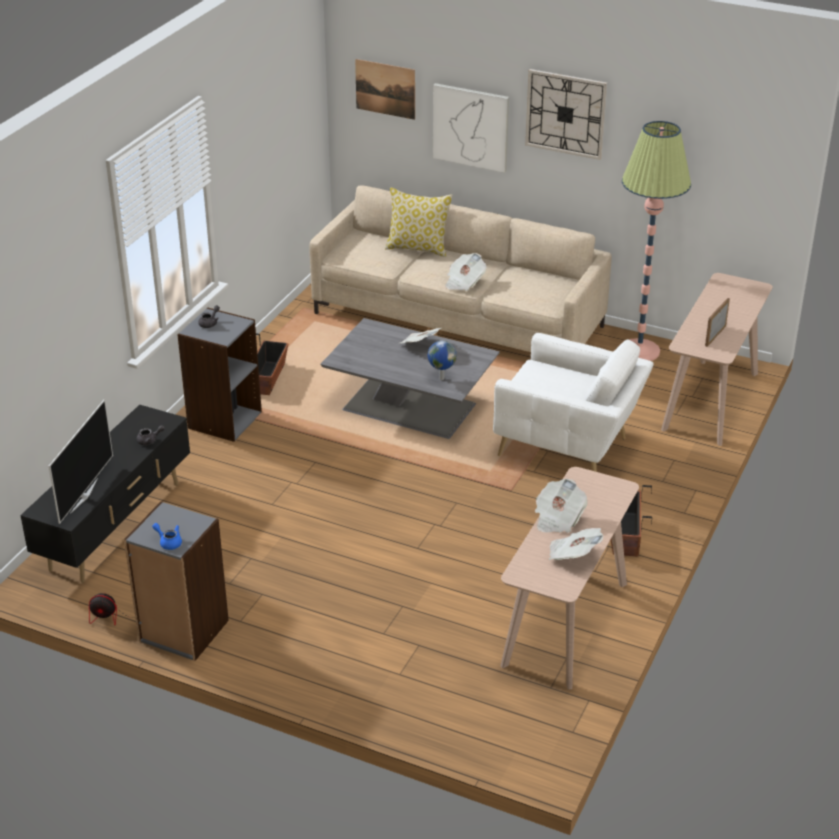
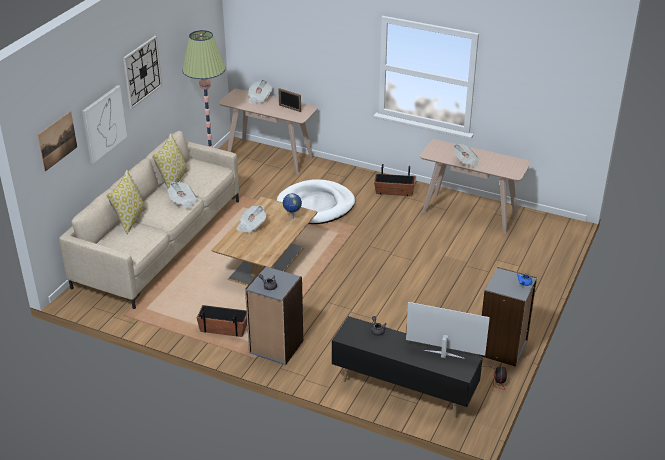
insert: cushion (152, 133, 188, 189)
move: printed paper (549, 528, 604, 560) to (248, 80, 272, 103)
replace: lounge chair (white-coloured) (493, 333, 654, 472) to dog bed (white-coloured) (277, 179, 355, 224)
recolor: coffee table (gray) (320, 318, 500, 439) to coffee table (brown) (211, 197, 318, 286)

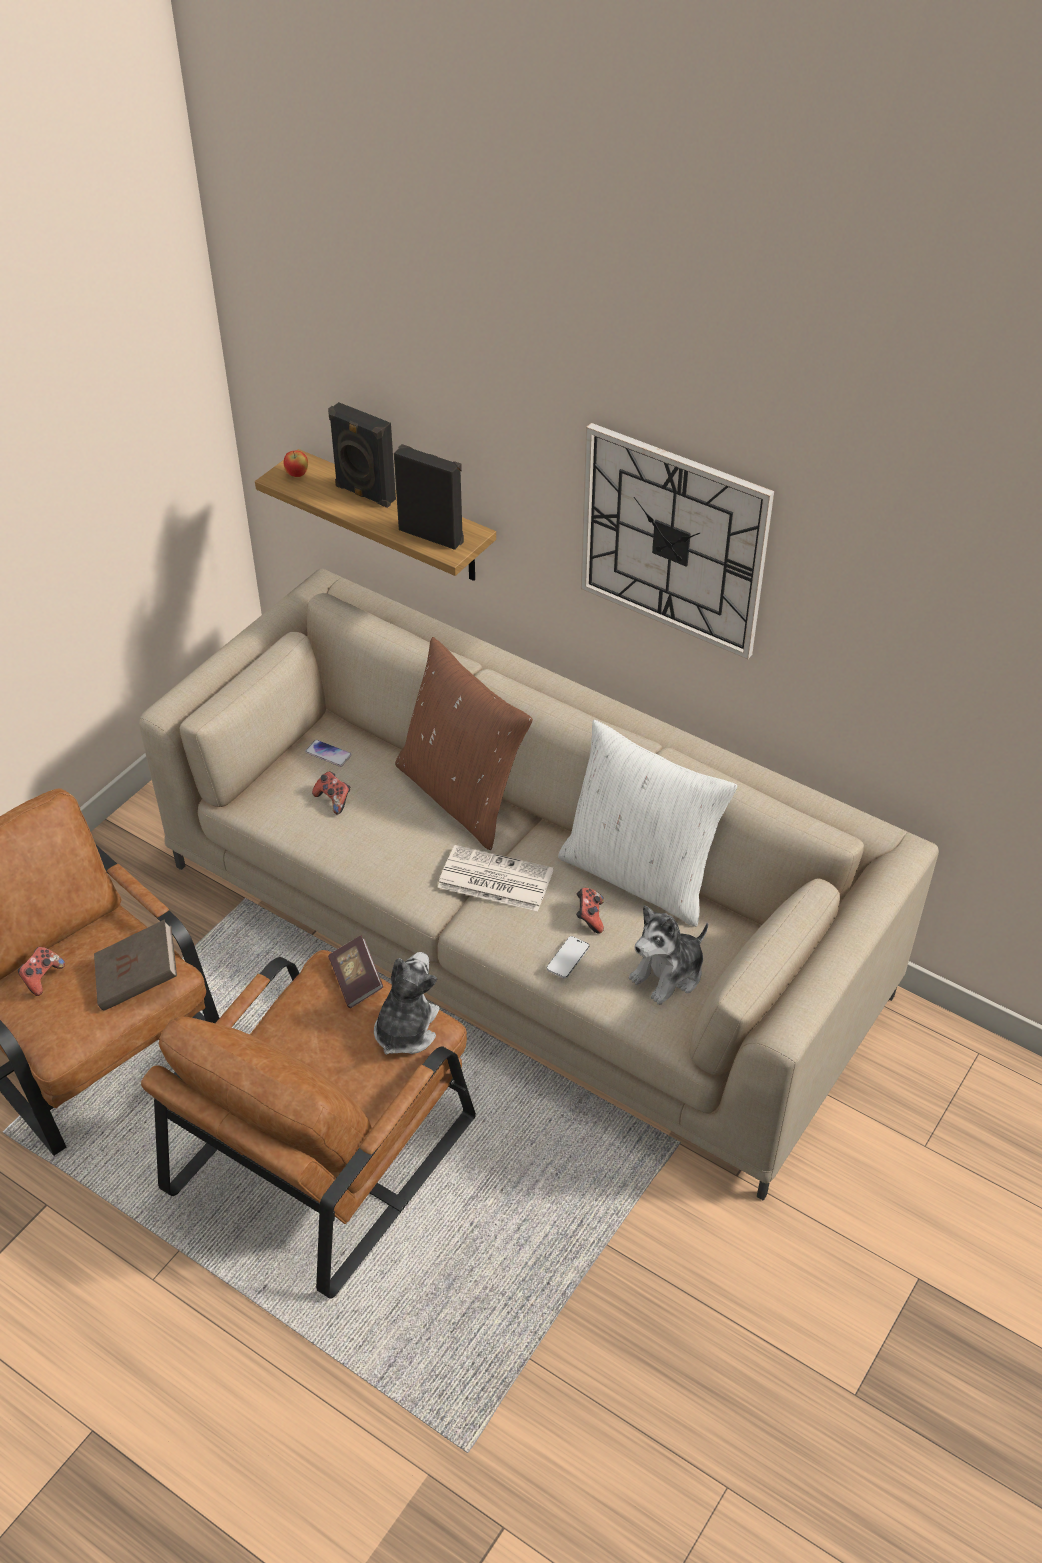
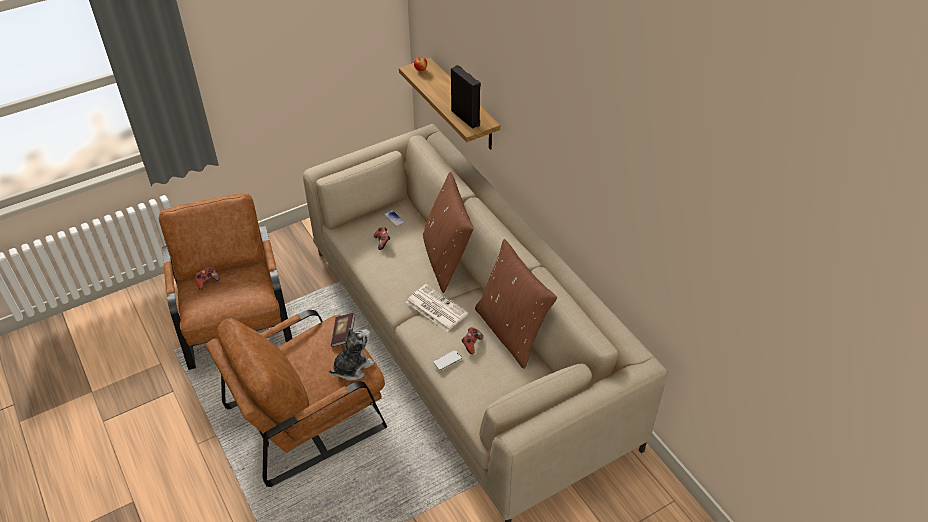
delete: volume (brown) (94, 920, 177, 1011); audio speaker (black) (328, 402, 396, 508); wall clock (581, 423, 774, 659); plush toy (629, 905, 708, 1005)
recolor: cushion (white-coloured) (558, 720, 738, 927) to cushion (brown) (475, 239, 557, 369)

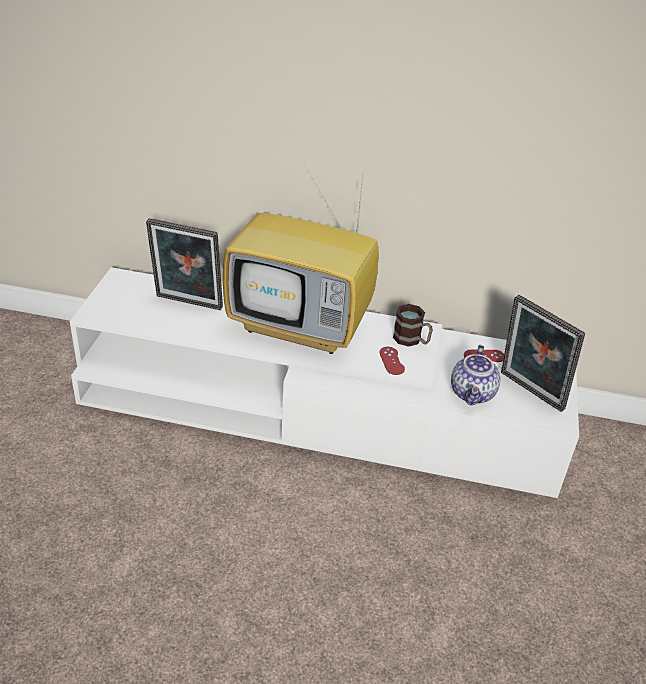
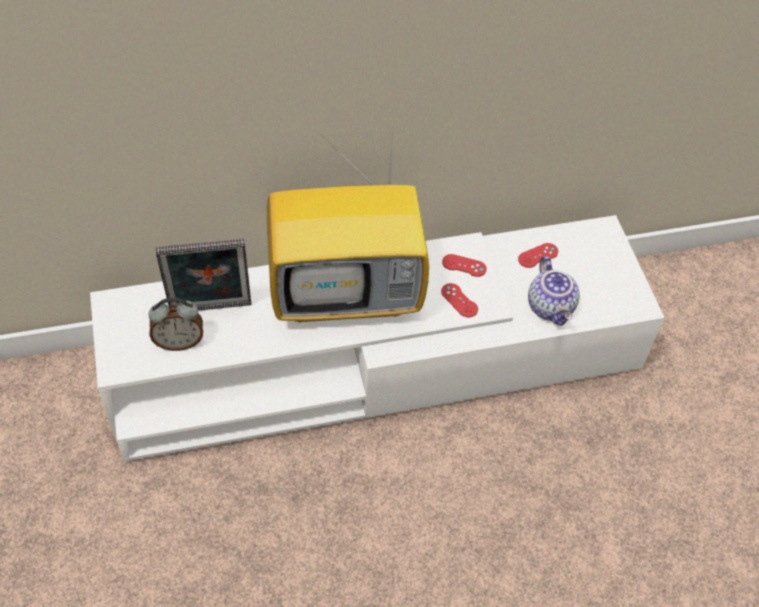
delete: photo frame (501, 295, 585, 412)
insert: alarm clock (149, 297, 203, 351)
replace: tea mug (393, 304, 433, 347) to joypad (reddish) (442, 254, 487, 277)

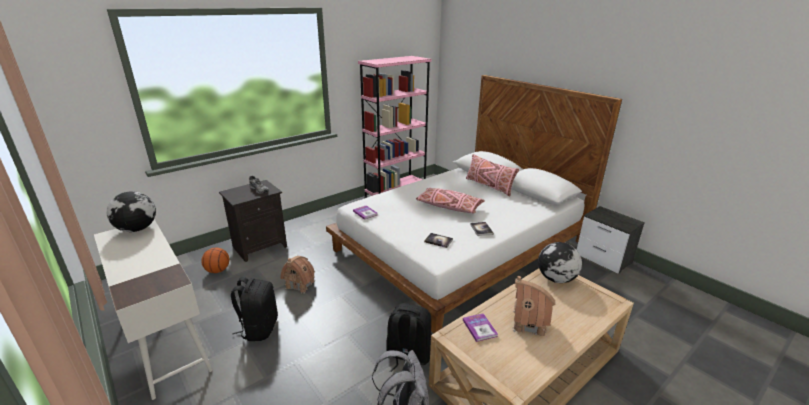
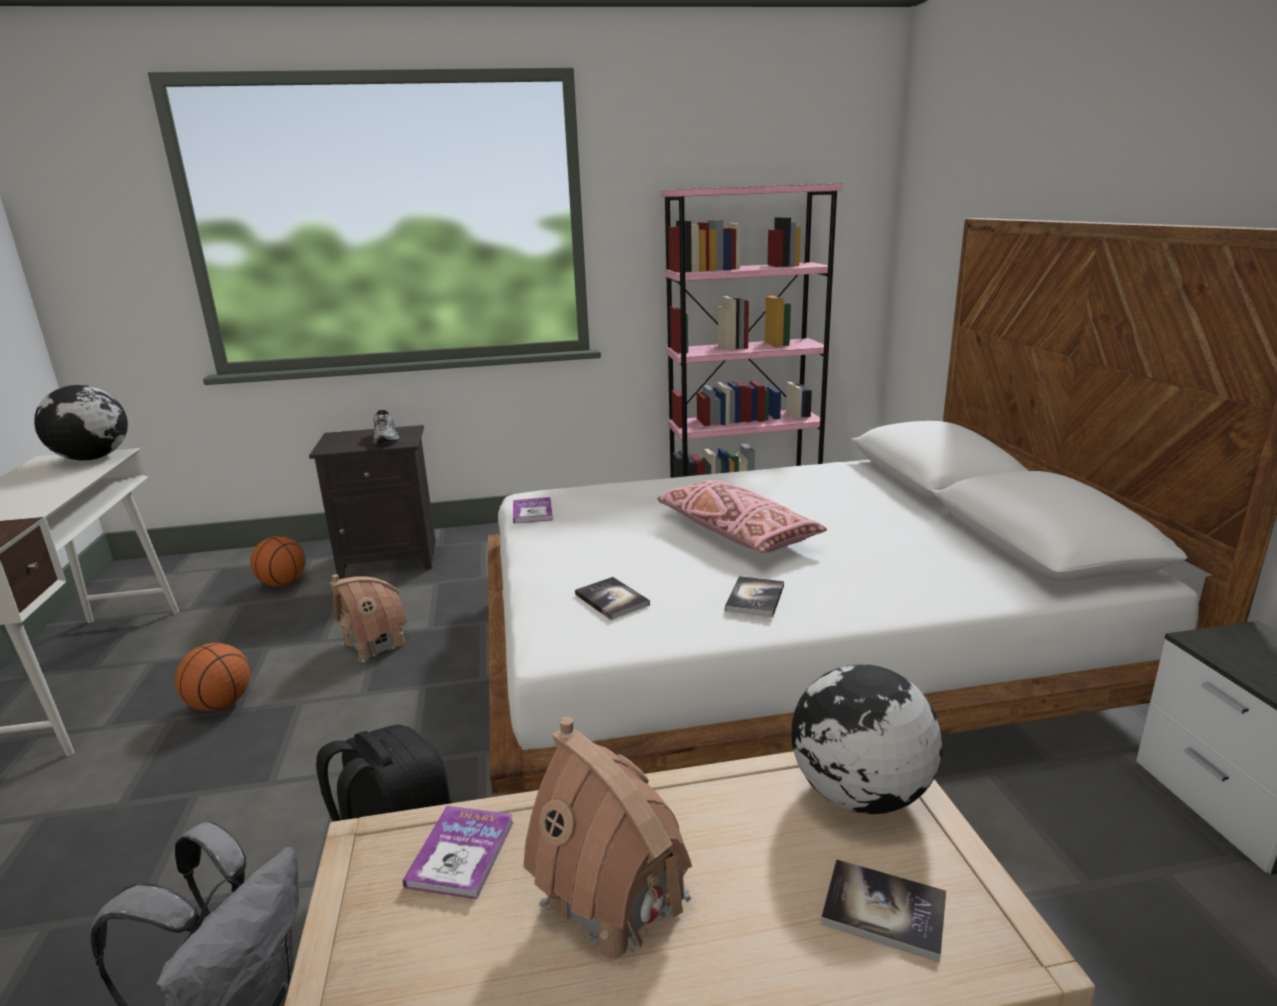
delete: cushion (pink-coloured) (466, 154, 519, 196)
insert: volume (821, 859, 946, 962)
replace: rucksack (black) (231, 277, 278, 341) to basketball (175, 643, 251, 711)

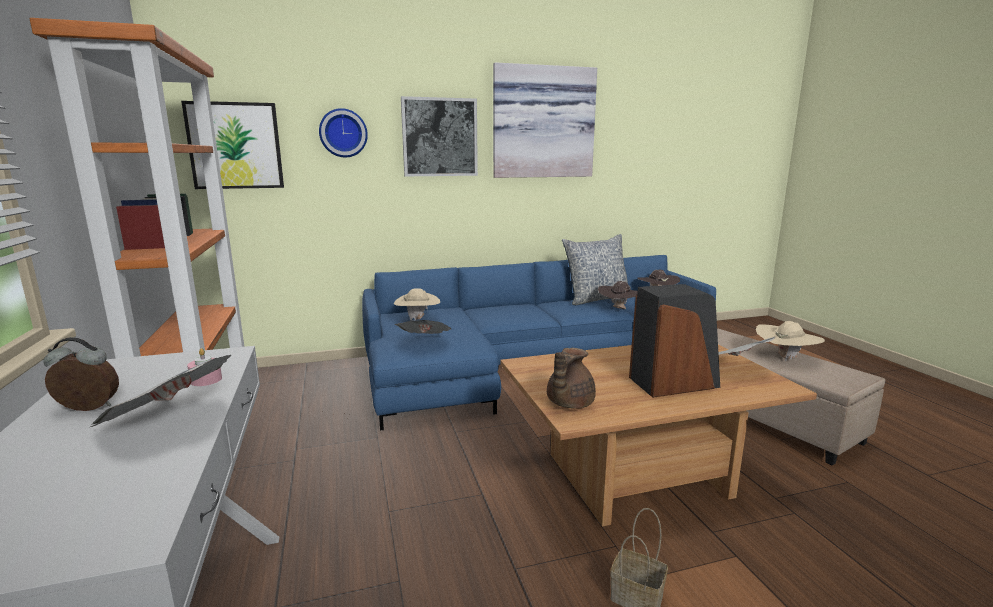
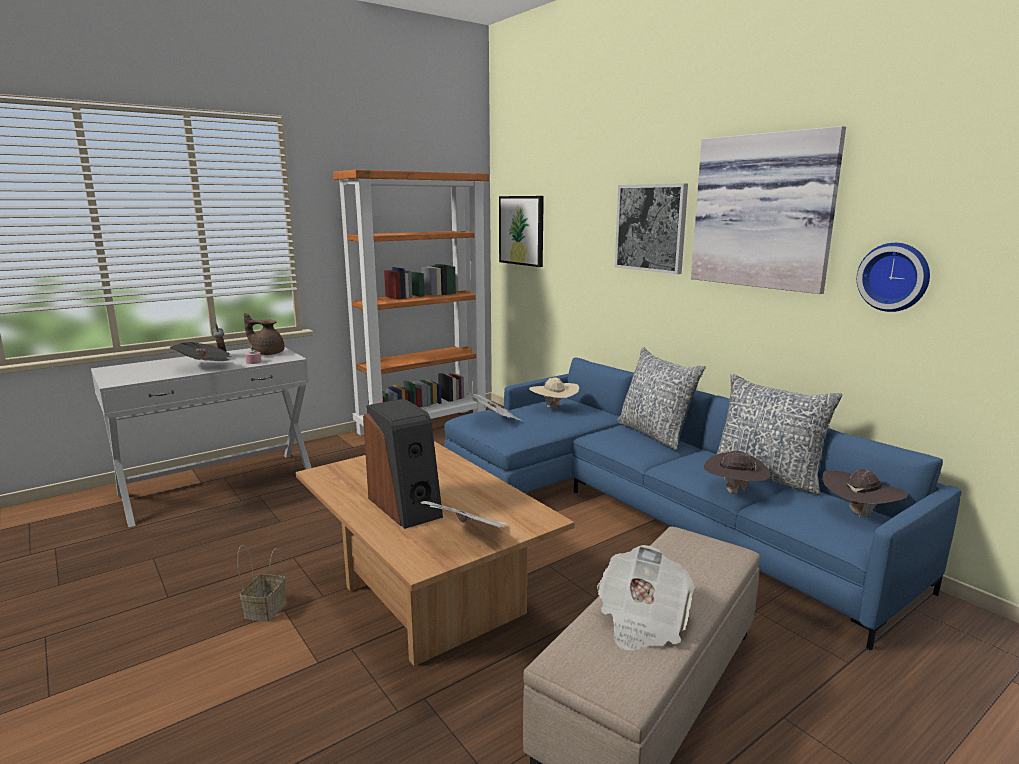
insert: cushion (617, 347, 706, 450)
move: teapot (brown) (547, 348, 596, 409) to (244, 313, 285, 355); wall clock (319, 108, 368, 158) to (857, 243, 930, 312)
replace: clothing hat (beige) (756, 321, 825, 362) to printed paper (597, 545, 695, 650)

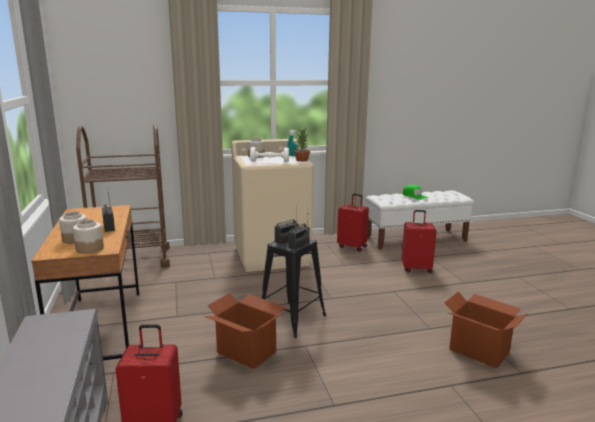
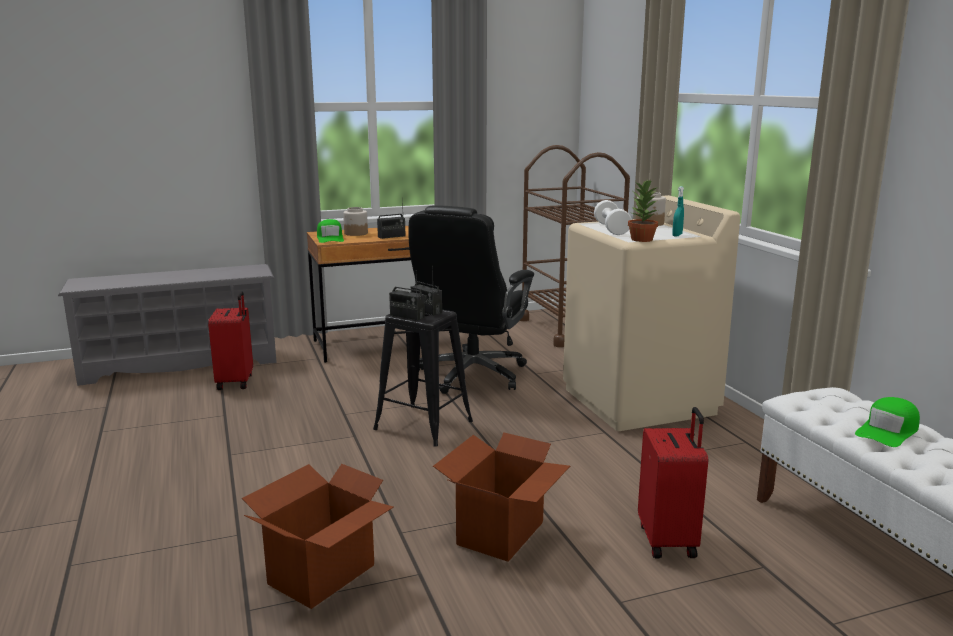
delete: suitcase (reddish) (337, 194, 369, 252)
insert: computer chair (black) (409, 205, 534, 394)
move: carton (204, 293, 286, 369) to (433, 433, 570, 562)
replace: preserve jar (73, 220, 104, 254) to baseball cap (greenish) (317, 219, 344, 243)

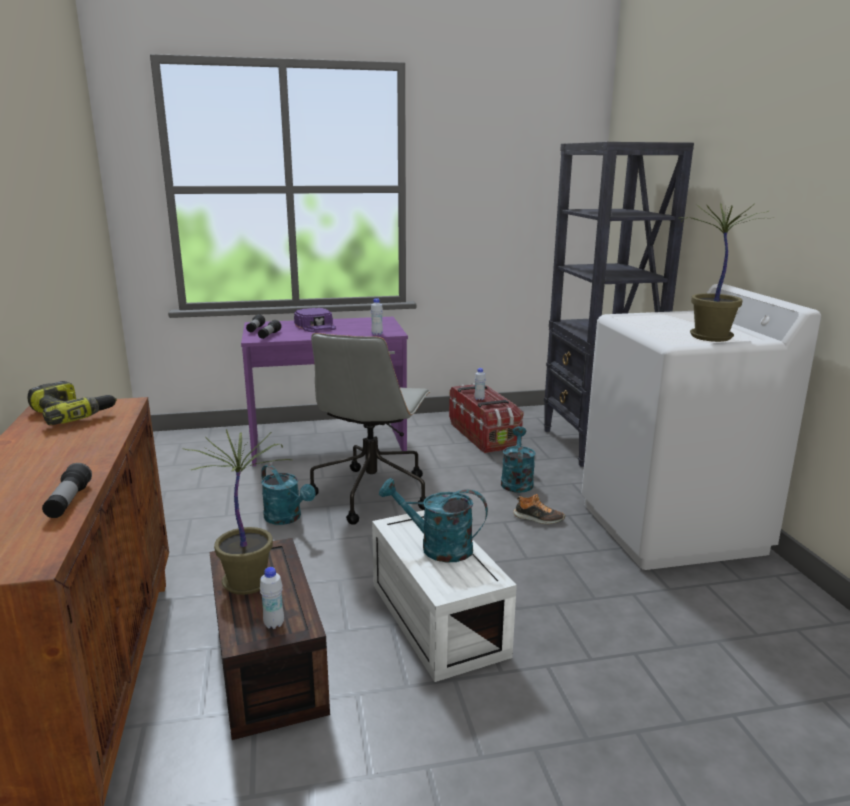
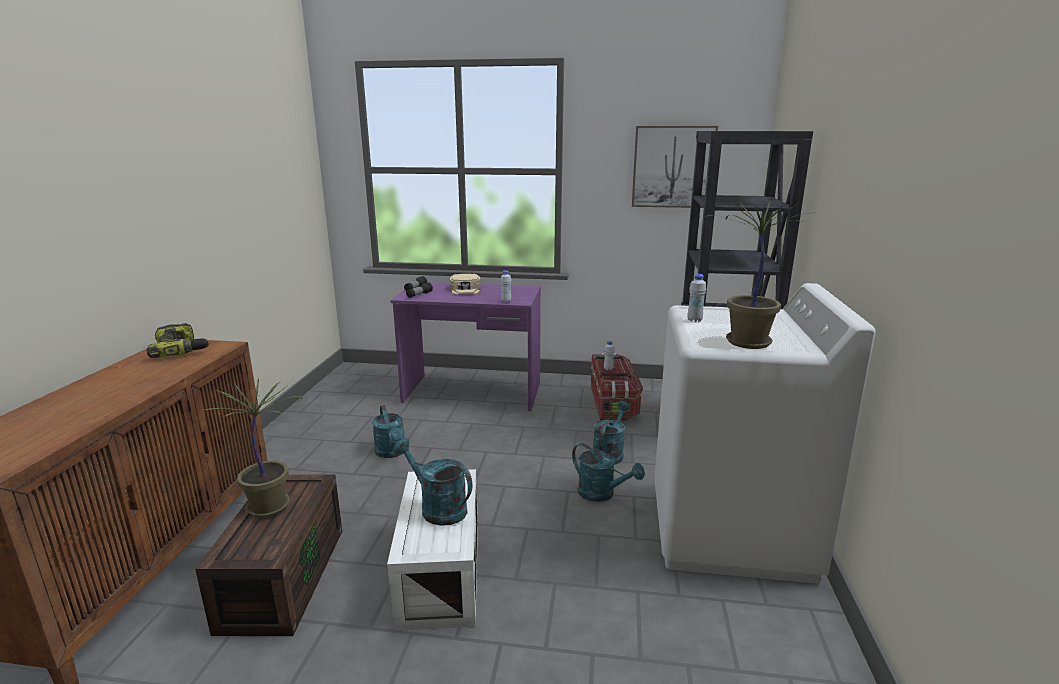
delete: hand torch (42, 463, 92, 518); computer chair (gray) (310, 333, 431, 525)
insert: wall picture (632, 126, 718, 208)
move: drink bottle (white-coloured) (260, 567, 284, 629) to (687, 274, 706, 322)
replace: shoe (513, 494, 565, 524) to watering can (blue-green) (572, 443, 645, 502)
recolor: baseball cap (purplish) (294, 308, 336, 332) to baseball cap (beige) (450, 274, 481, 295)

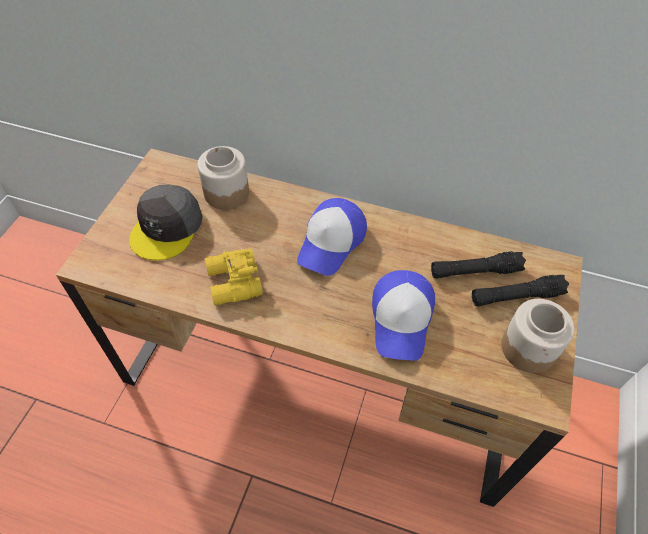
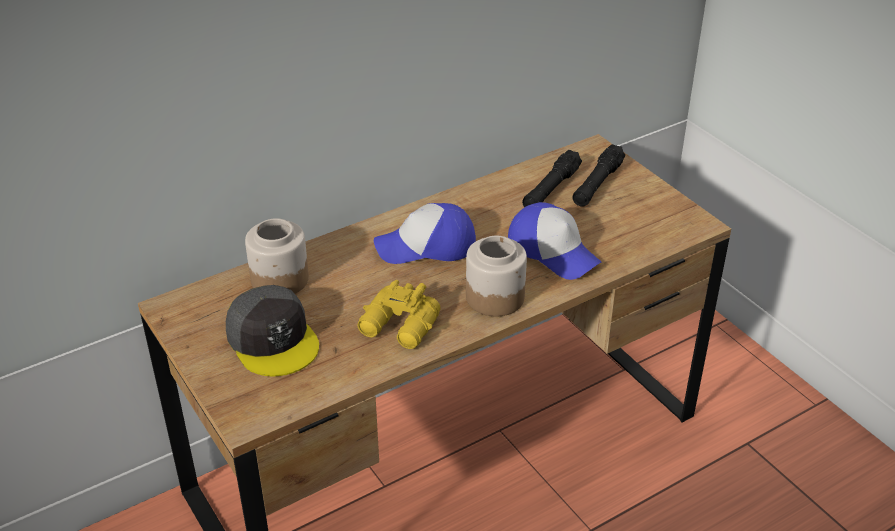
move: preserve jar (501, 299, 575, 373) to (466, 236, 527, 316)
rotate: baseball cap (297, 198, 367, 276) = (374, 203, 476, 264) 105 degrees clockwise

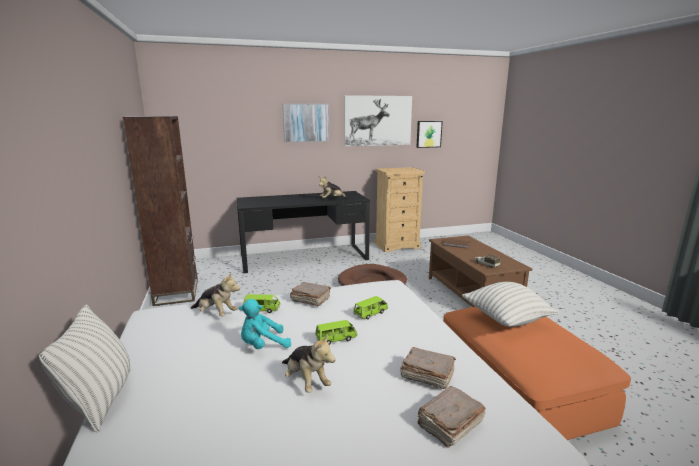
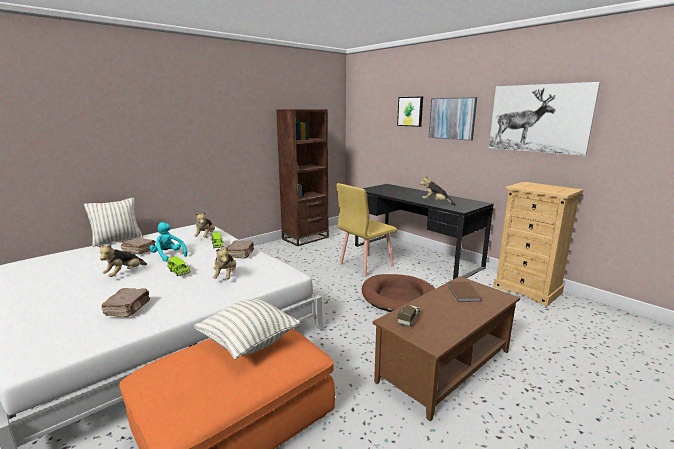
insert: chair (yellowish) (336, 183, 398, 276)
move: volume (brown) (417, 386, 486, 448) to (121, 237, 156, 255); wall picture (416, 121, 443, 148) to (397, 96, 423, 127)
replace: model car (greenish) (353, 296, 388, 319) to plush toy (213, 246, 236, 279)

